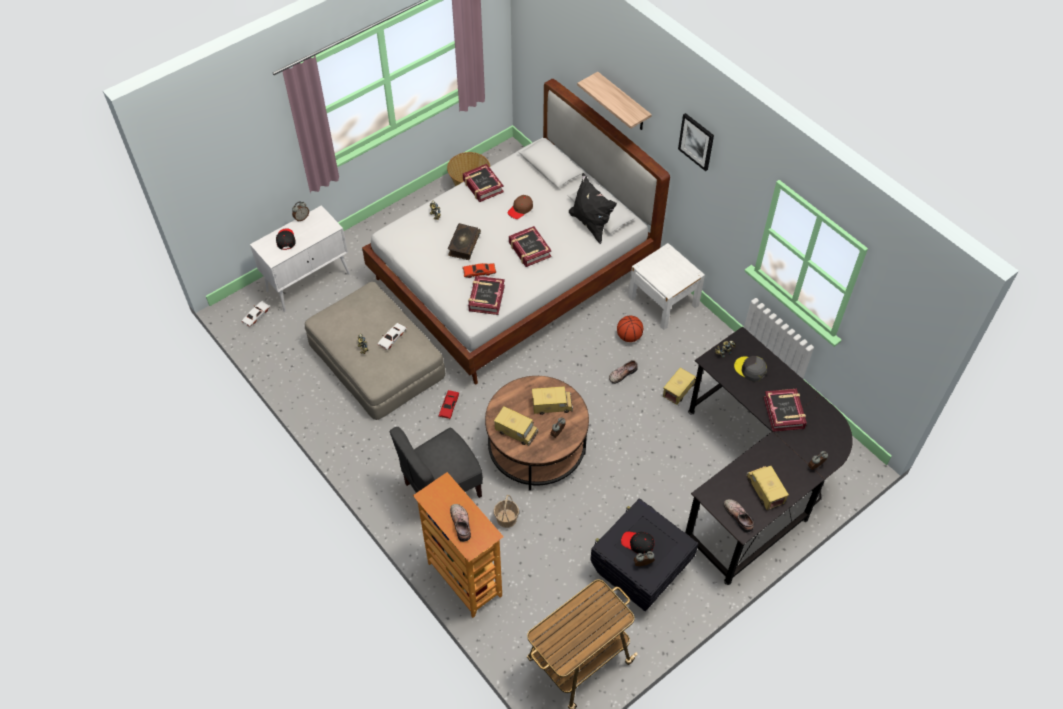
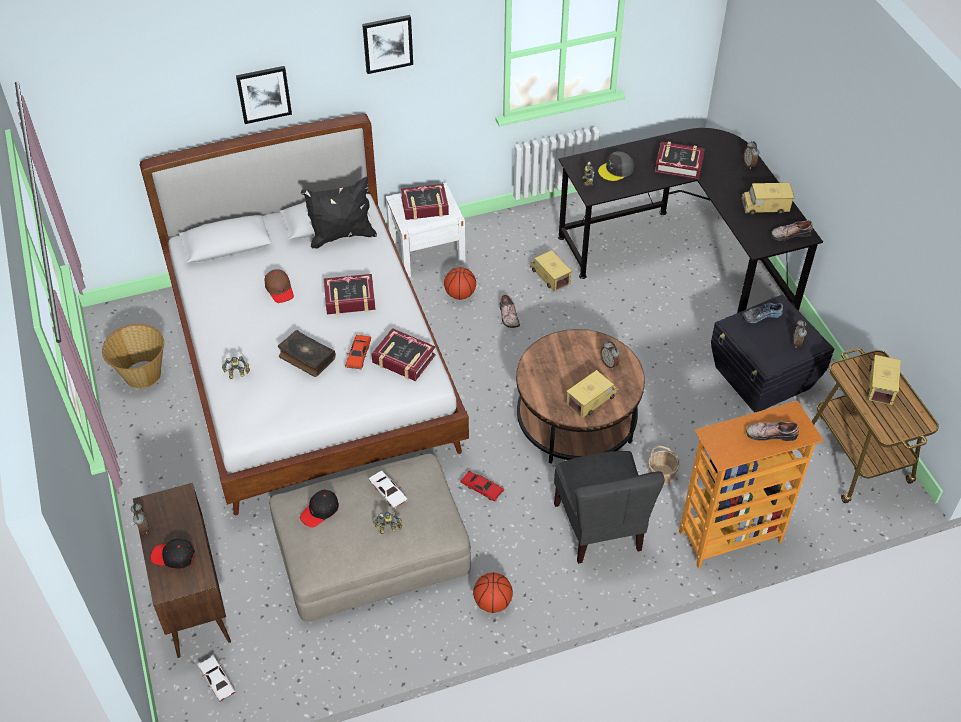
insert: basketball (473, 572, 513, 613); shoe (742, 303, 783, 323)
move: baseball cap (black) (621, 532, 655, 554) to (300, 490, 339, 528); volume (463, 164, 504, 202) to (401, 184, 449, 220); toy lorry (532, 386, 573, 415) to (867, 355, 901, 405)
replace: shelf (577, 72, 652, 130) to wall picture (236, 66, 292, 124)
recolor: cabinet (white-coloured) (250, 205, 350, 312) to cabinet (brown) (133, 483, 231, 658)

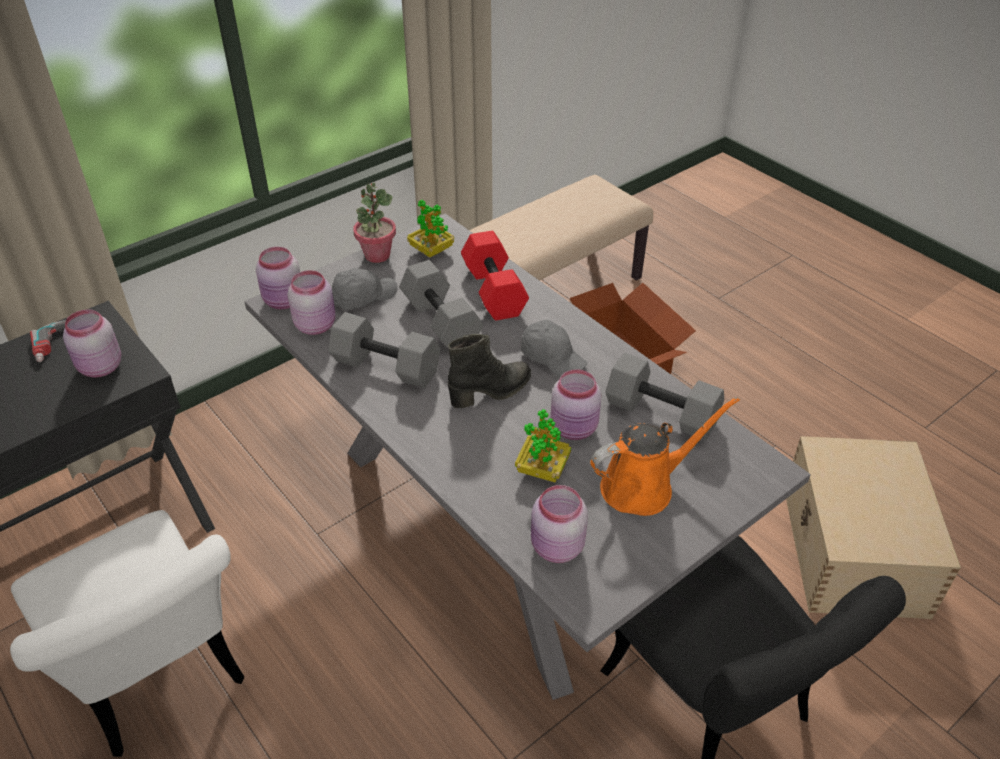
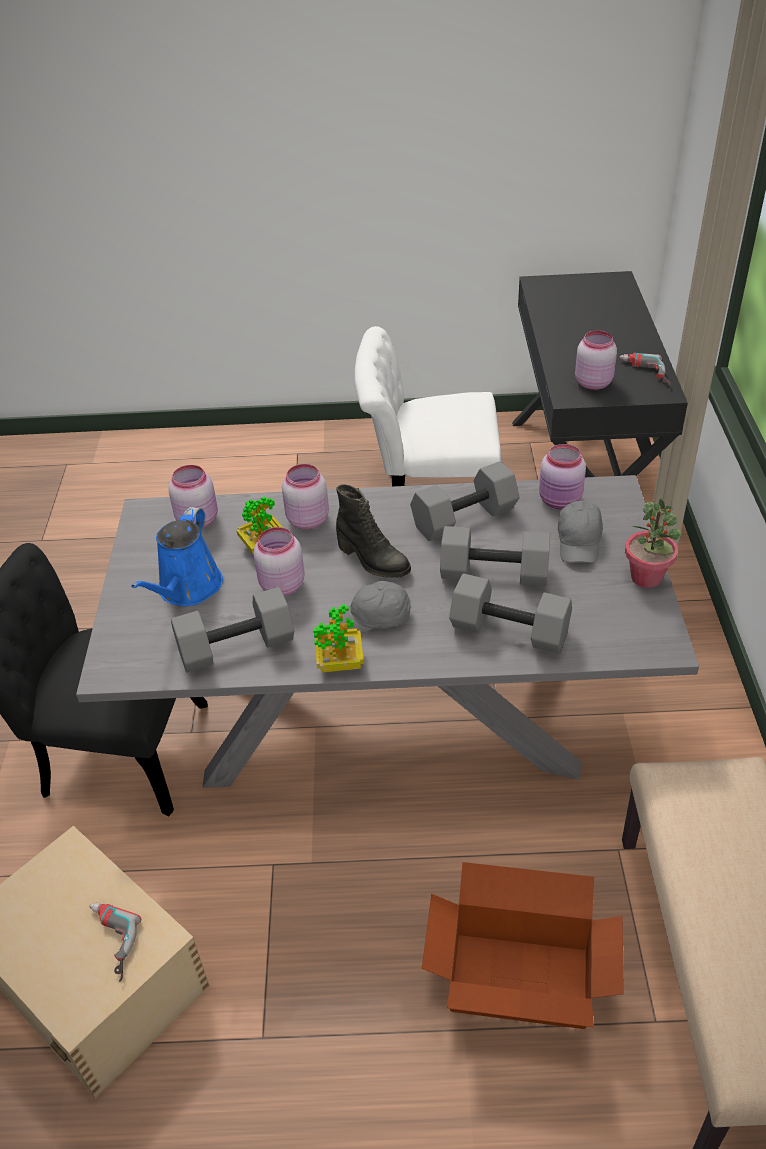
insert: drill (90, 903, 141, 982)
move: preserve jar (pink-coloured) (256, 247, 300, 309) to (282, 464, 329, 529); houseplant (407, 199, 454, 257) to (313, 604, 364, 673)
recolor: watering can (orangey) (590, 397, 740, 516) to watering can (bluish) (131, 507, 223, 606); hand weight (reddish) (461, 231, 529, 321) to hand weight (gray) (449, 573, 572, 654)
rotate: tall boot (black) (448, 334, 531, 408) = (336, 484, 411, 578) 60 degrees counterclockwise

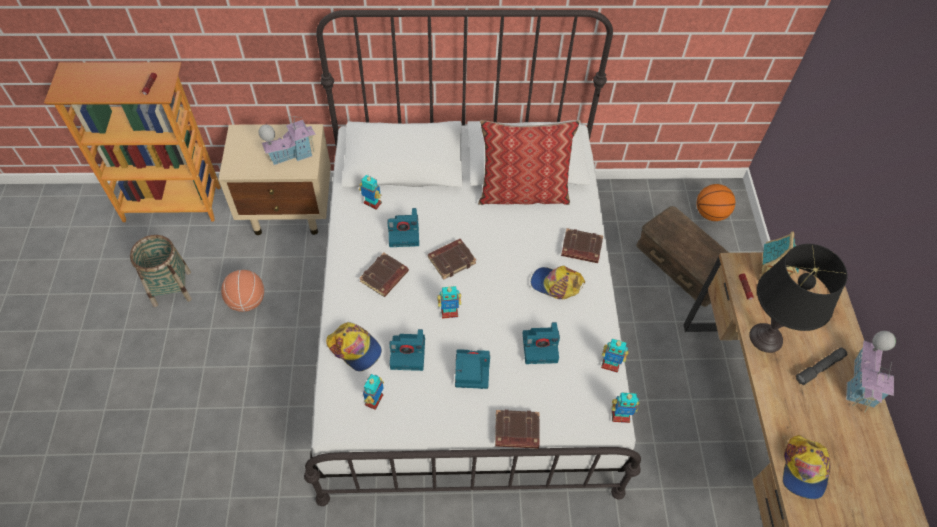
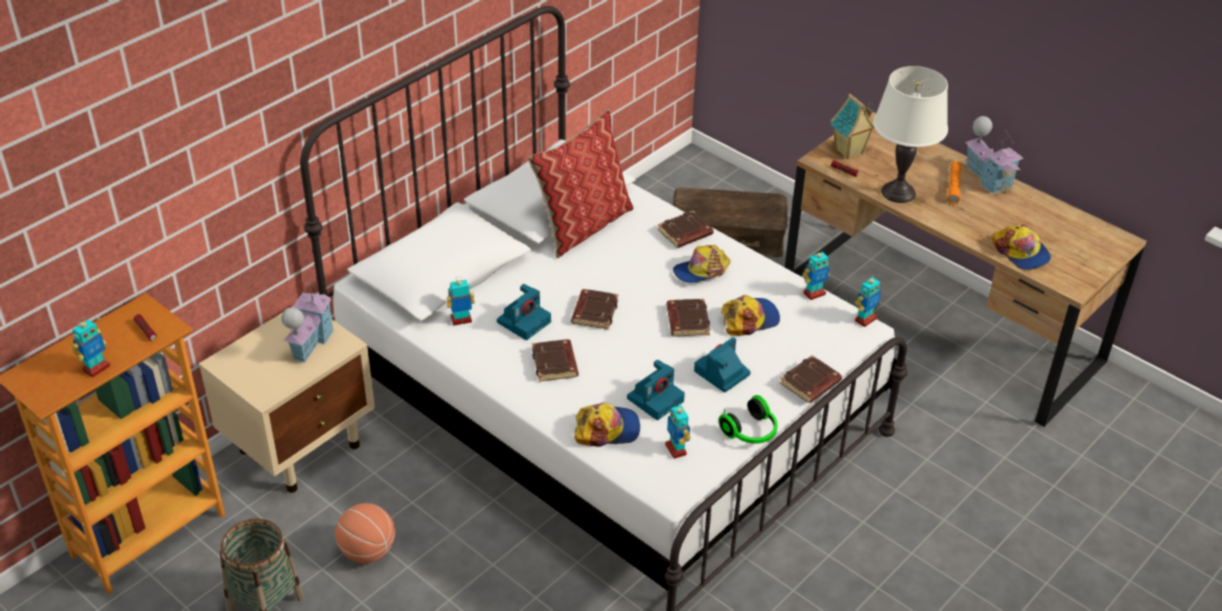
delete: basketball (696, 184, 735, 221)
insert: volume (brown) (667, 299, 710, 337); headphones (718, 395, 778, 444)
move: robot figure (437, 286, 461, 319) to (72, 318, 111, 377)
replace: photo camera (523, 322, 560, 364) to baseball cap (721, 295, 780, 336)
recolor: tabletop lamp (black) (749, 244, 847, 353) to tabletop lamp (white-coloured) (873, 66, 948, 203); hand torch (gray) (796, 348, 847, 385) to hand torch (orangey) (947, 161, 961, 205)

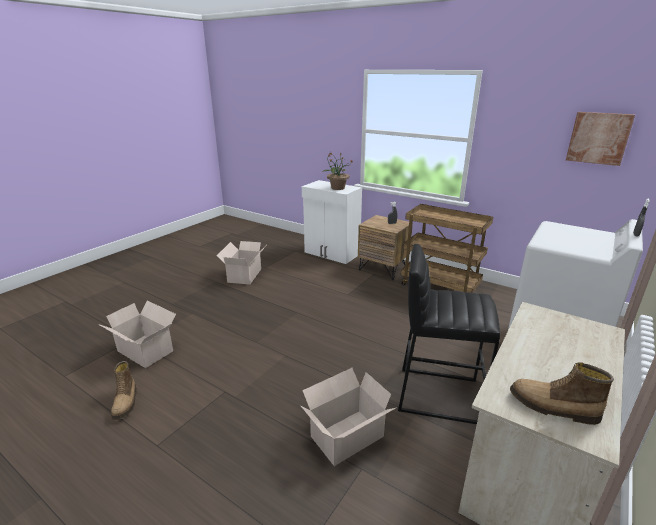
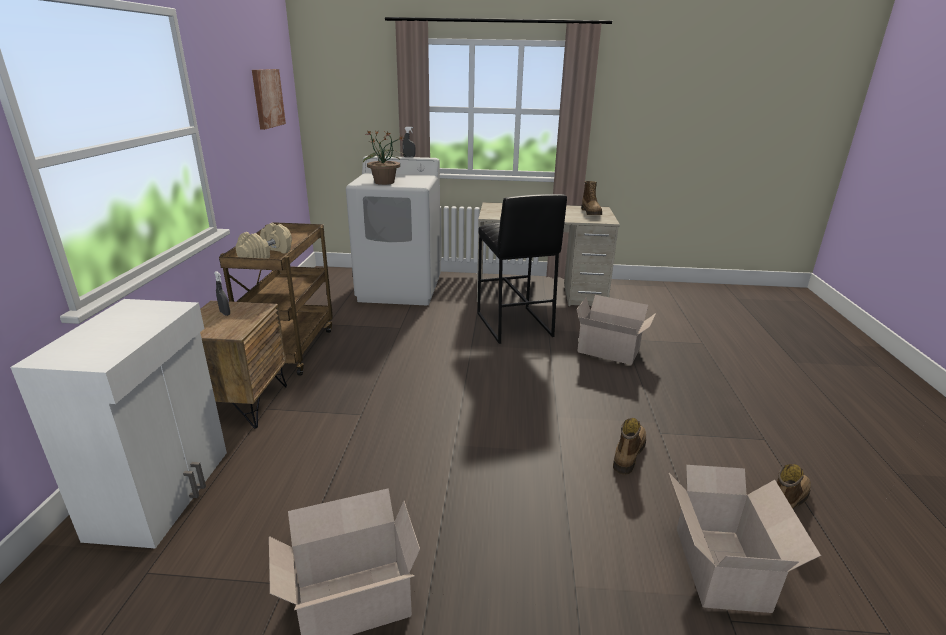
insert: hand weight (beige) (236, 223, 292, 259); tall boot (613, 418, 646, 475)
move: houseplant (322, 152, 352, 190) to (363, 130, 406, 185)

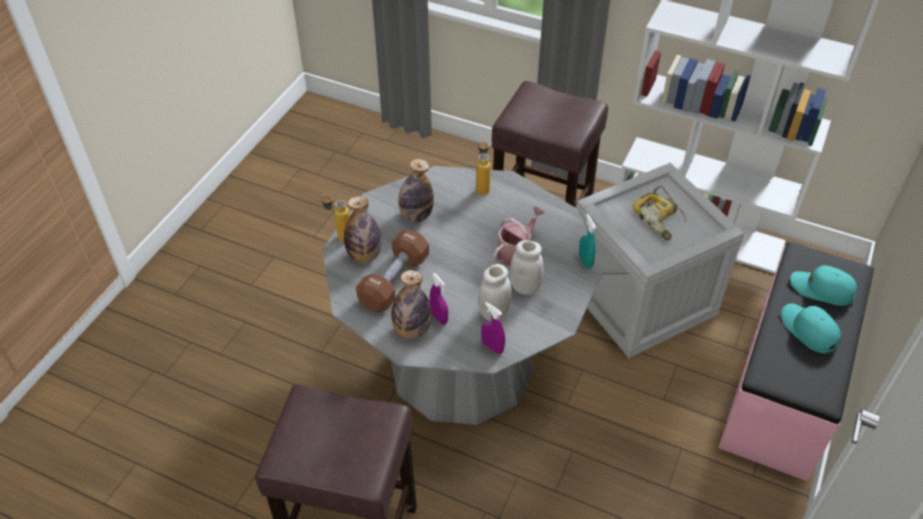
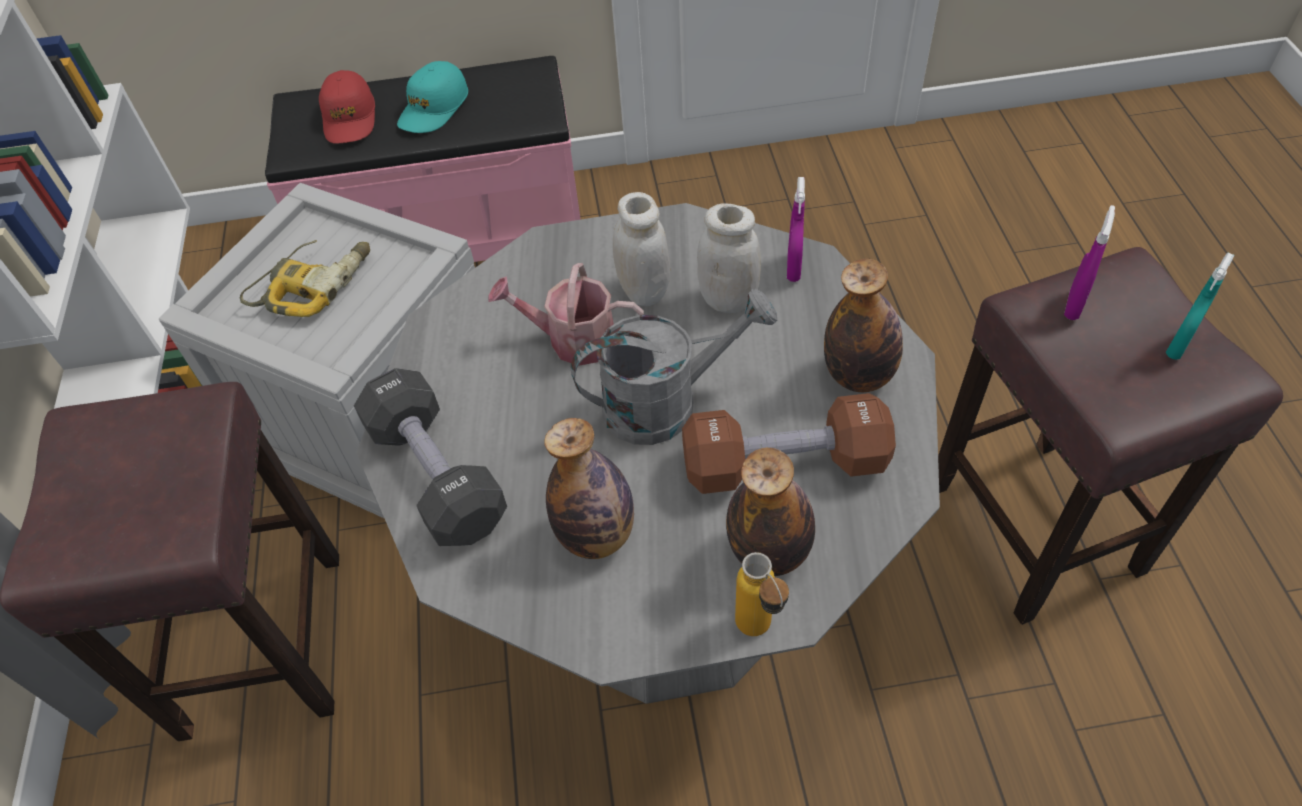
insert: watering can (gray) (571, 289, 777, 445)
move: sprayer (purplish) (430, 273, 448, 325) to (1064, 205, 1115, 320); sprayer (blue-green) (579, 214, 596, 269) to (1165, 252, 1234, 360)
replace: drink bottle (476, 139, 491, 195) to hand weight (black) (354, 368, 507, 546)
recolor: baseball cap (blue-green) (790, 266, 857, 306) to baseball cap (reddish) (319, 70, 375, 144)

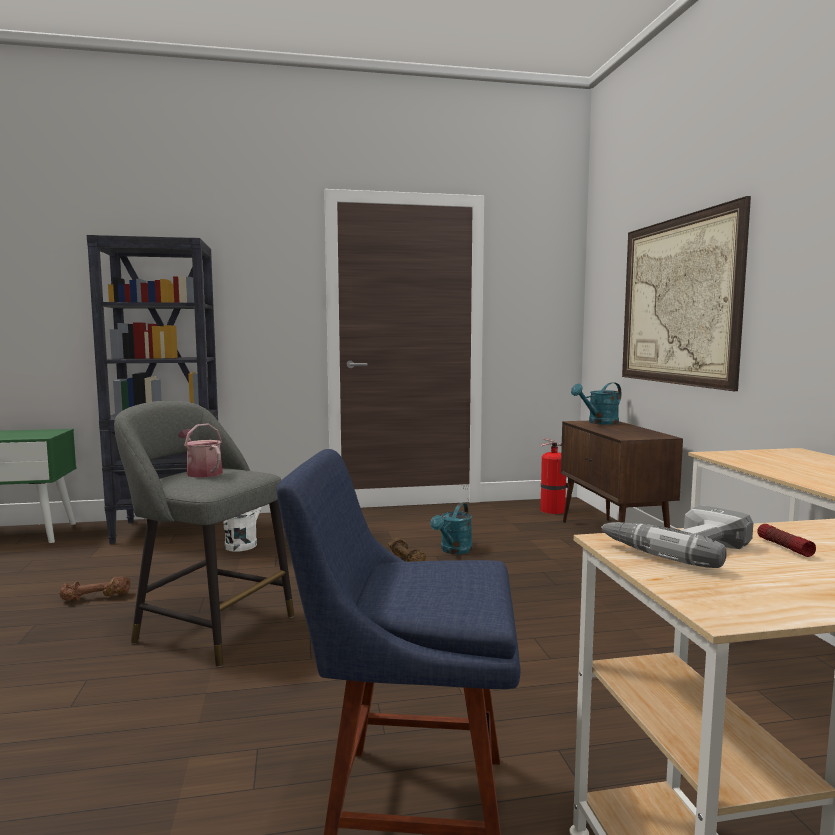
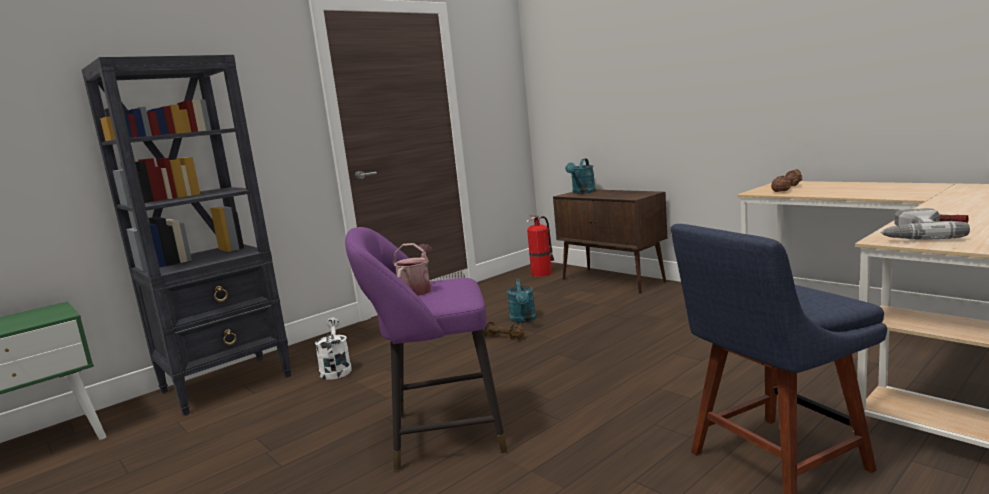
delete: wall picture (622, 196, 751, 391)
move: hand weight (brown) (59, 577, 131, 601) to (771, 169, 802, 192)
recolor: sitting stool (gray) (114, 401, 294, 667) to sitting stool (purplish) (345, 227, 508, 471)
rotate: watering can (178, 423, 223, 478) = (393, 243, 432, 296) 90 degrees clockwise

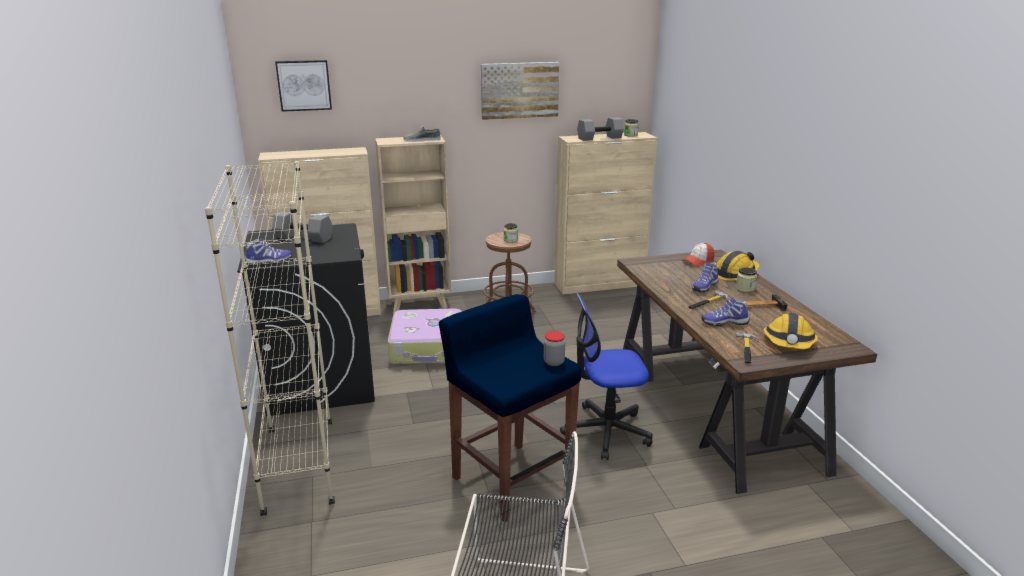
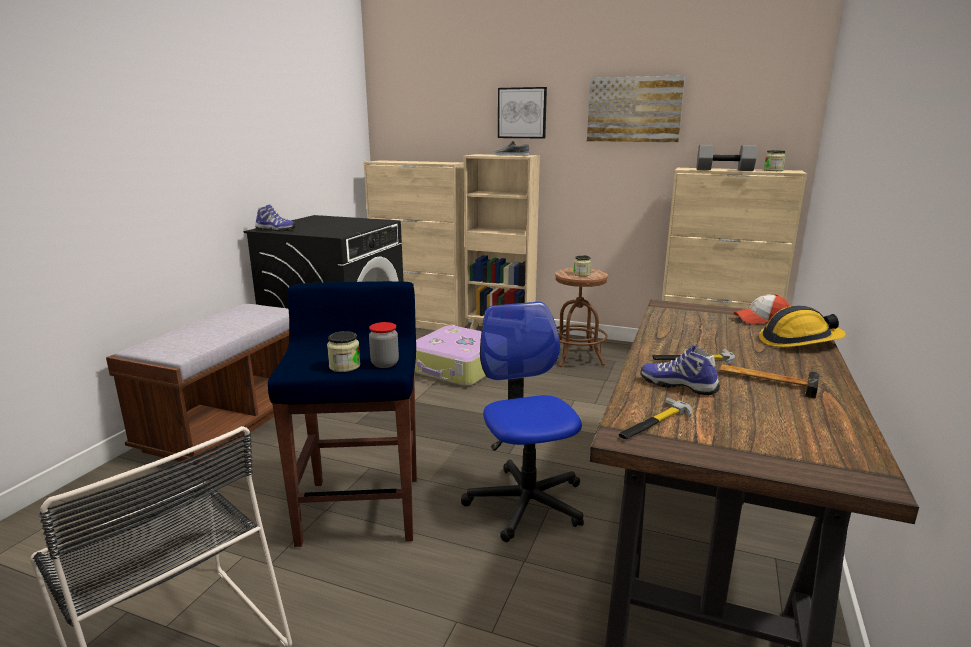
delete: hand weight (gray) (272, 211, 333, 243); shoe (692, 263, 718, 293); safety helmet (763, 313, 818, 349)
move: preserve jar (736, 267, 757, 292) to (327, 331, 361, 372); wall picture (275, 60, 332, 112) to (498, 87, 547, 138)
replace: bookshelf (beige) (205, 161, 335, 516) to bench (brown) (106, 304, 289, 465)
rotate: computer chair (560, 293, 653, 460) = (461, 302, 584, 542) 45 degrees clockwise

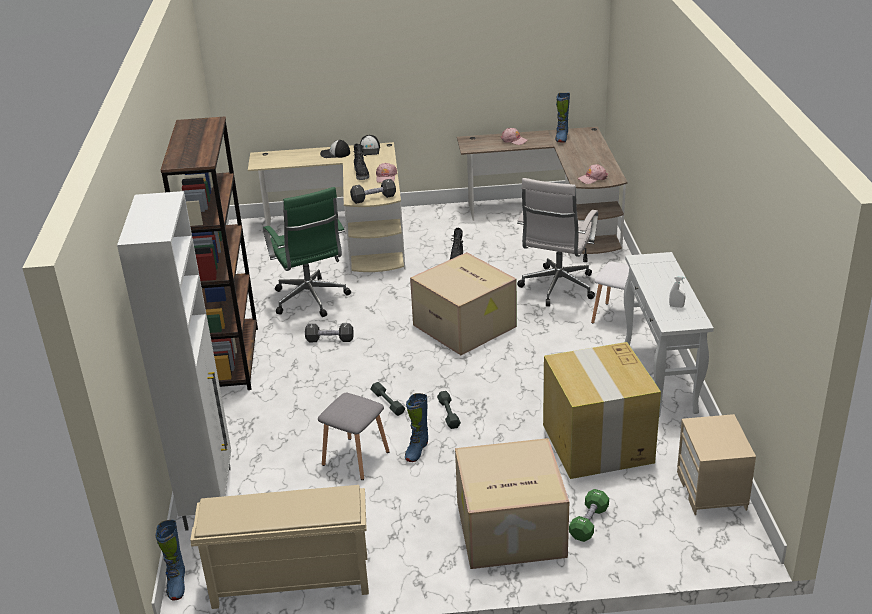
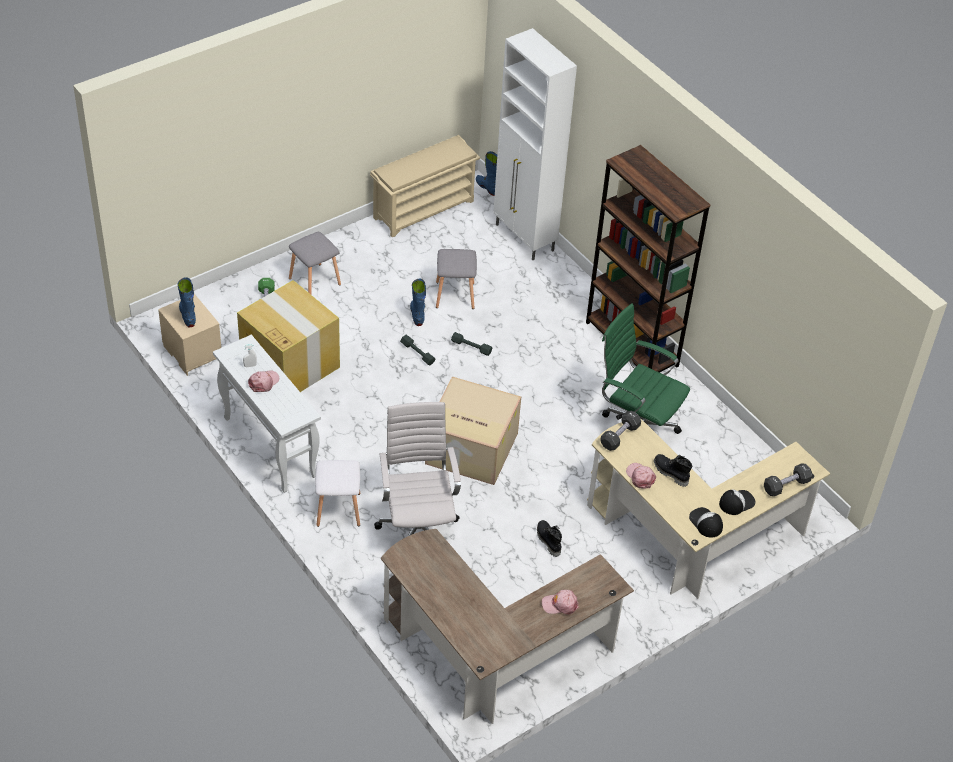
move: tall boot (bluish) (555, 93, 570, 143) to (177, 277, 196, 327); baseball cap (pink-coloured) (578, 164, 608, 184) to (248, 370, 279, 392); hand weight (black) (305, 323, 354, 342) to (764, 464, 812, 496)
replace: carton (455, 438, 569, 569) to sitting stool (gray) (289, 232, 341, 294)

